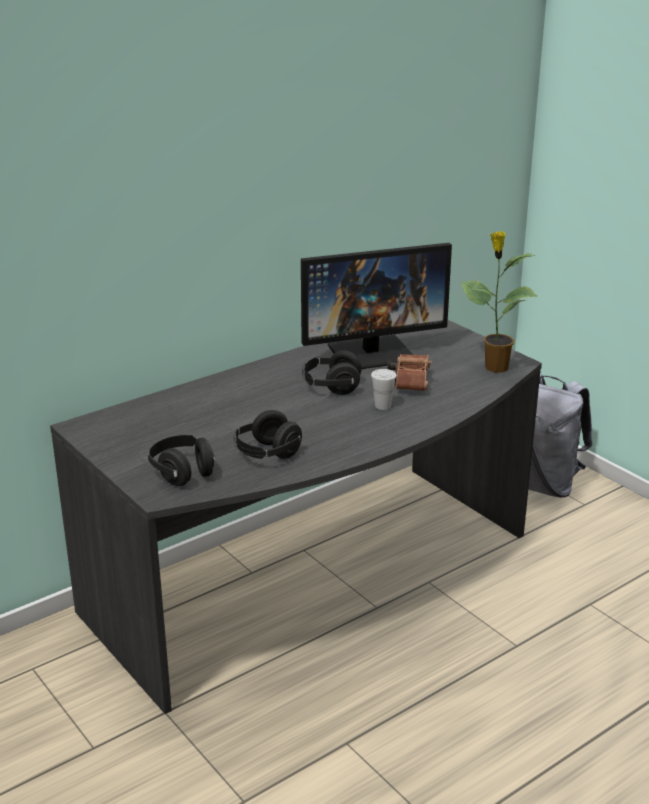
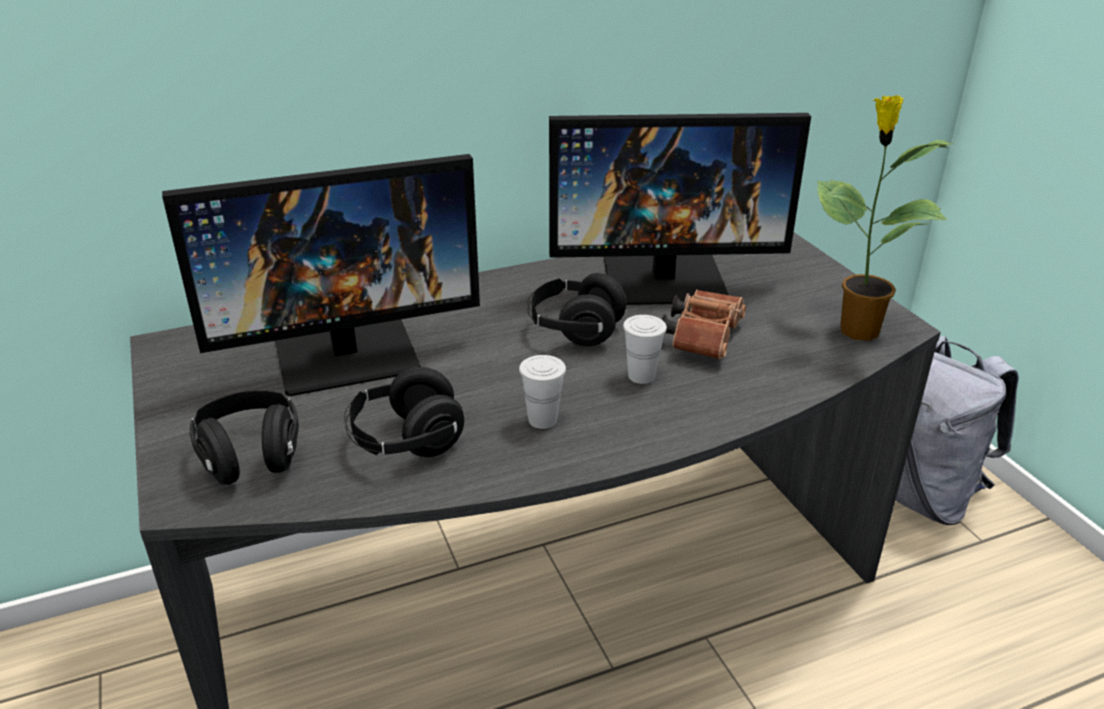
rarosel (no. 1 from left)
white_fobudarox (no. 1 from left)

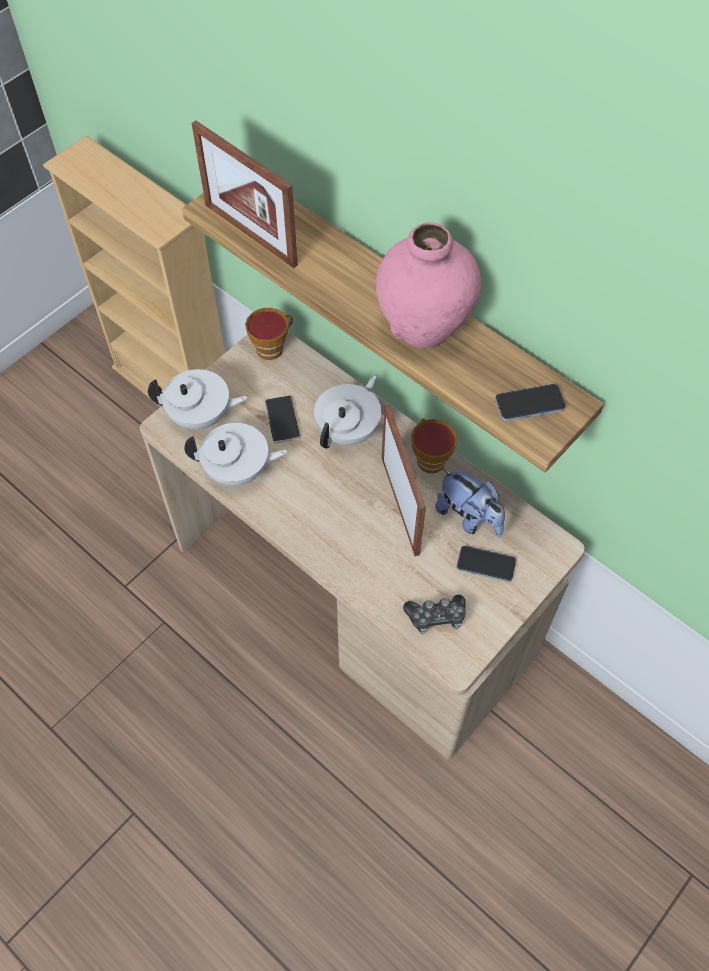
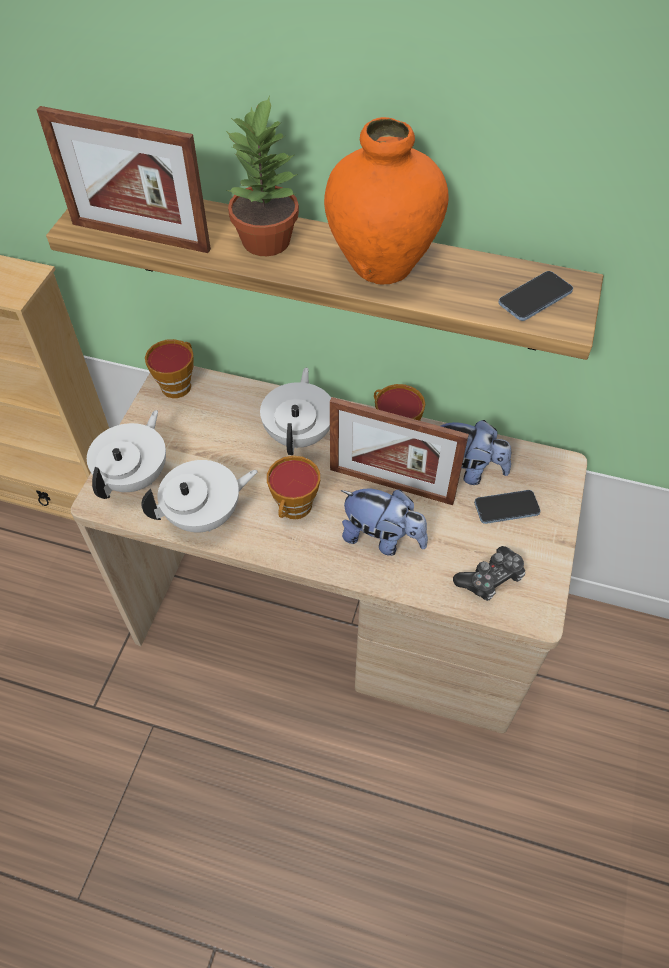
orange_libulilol
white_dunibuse (no. 1 from left)
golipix (no. 1 from left in the first image)
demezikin (no. 2 from left)
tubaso
fobudarox (no. 2 from left)
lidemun (no. 1 from left)

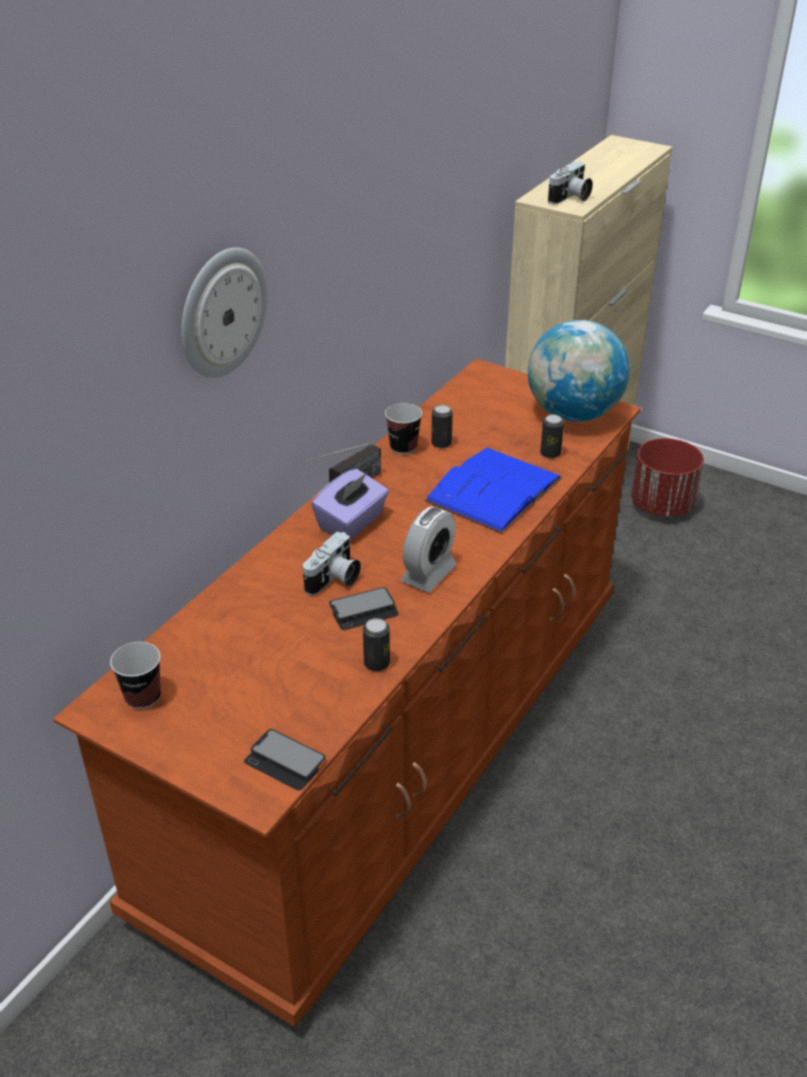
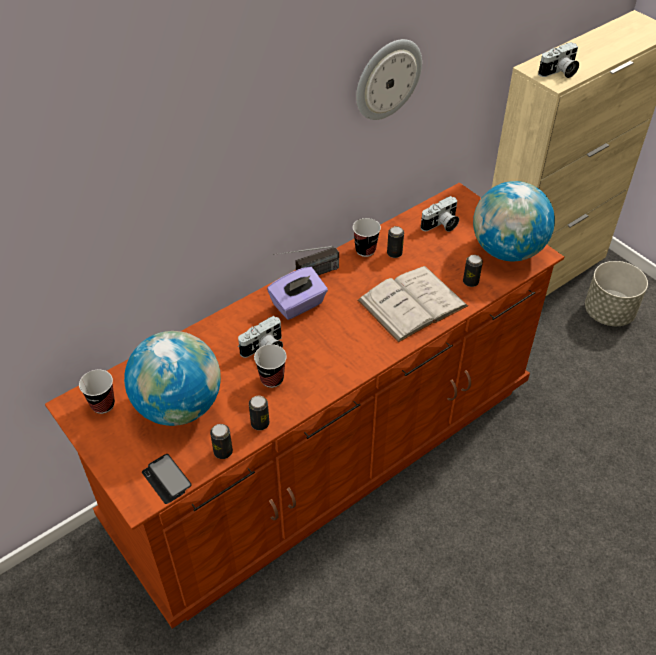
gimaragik
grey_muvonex
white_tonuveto
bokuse
fobudarox (no. 2 from left)
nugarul (no. 2 from left)
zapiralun (no. 1 from left)
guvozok (no. 1 from left)

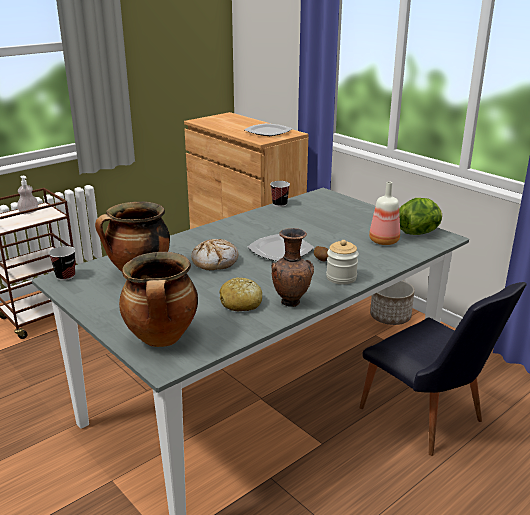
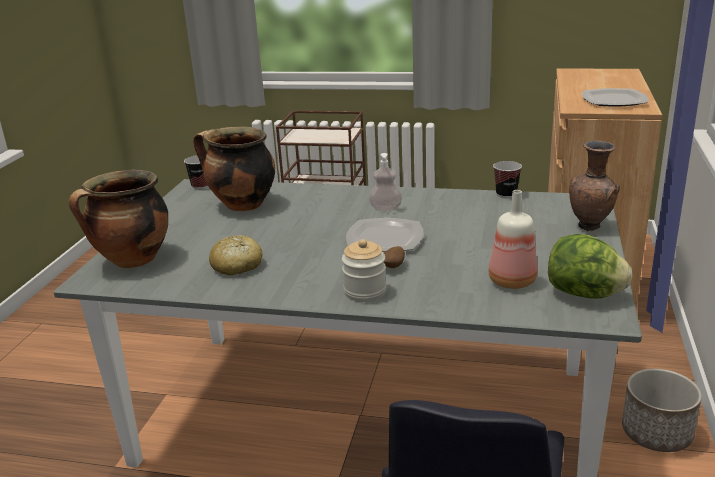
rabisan
brown_libulilol
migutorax (no. 1 from left in the first image)

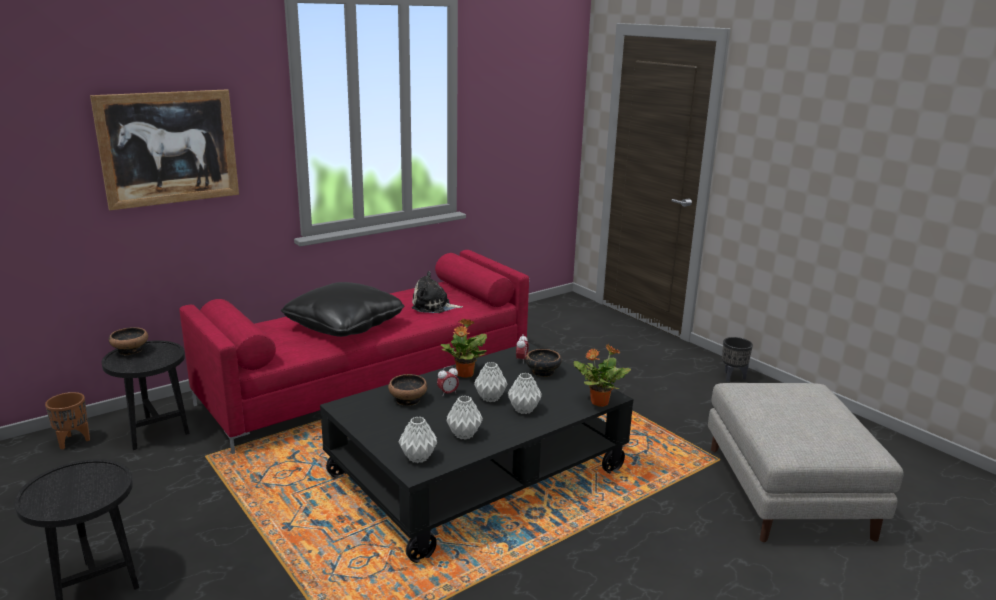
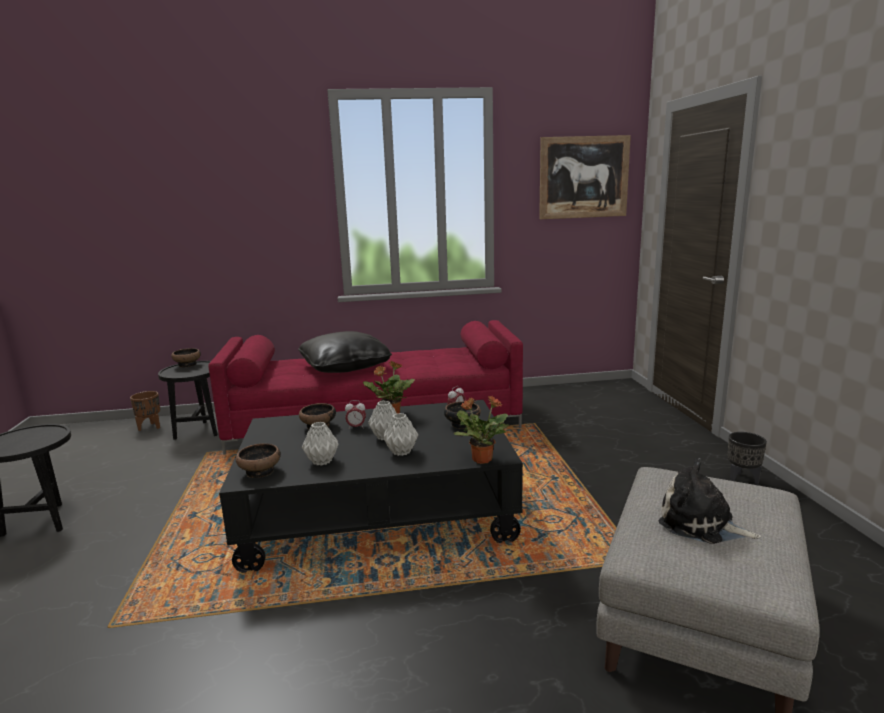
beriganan
lidemun
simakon (no. 2 from left)

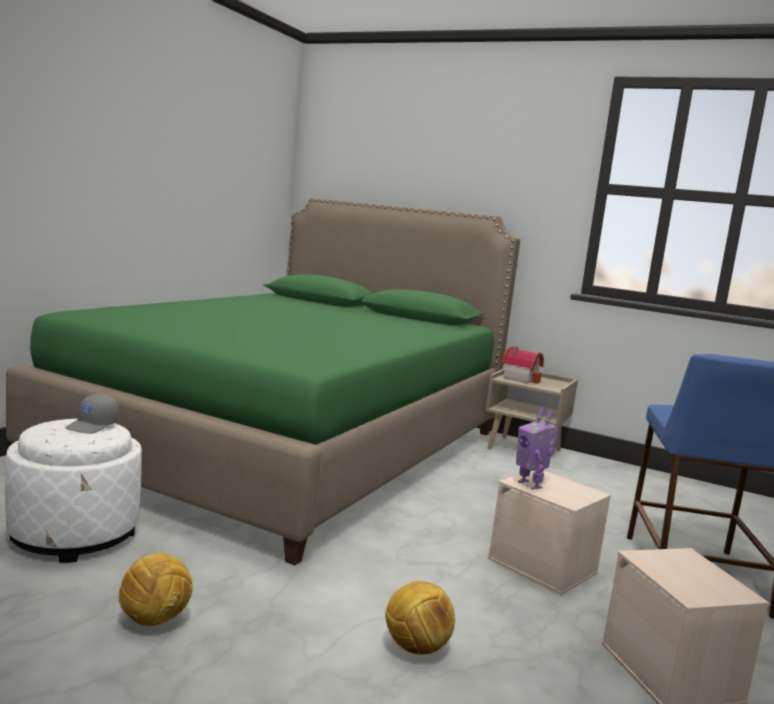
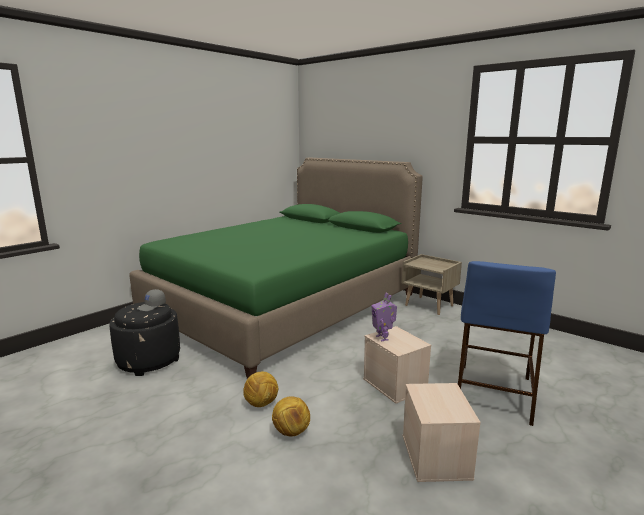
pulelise
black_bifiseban
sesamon (no. 1 from left)

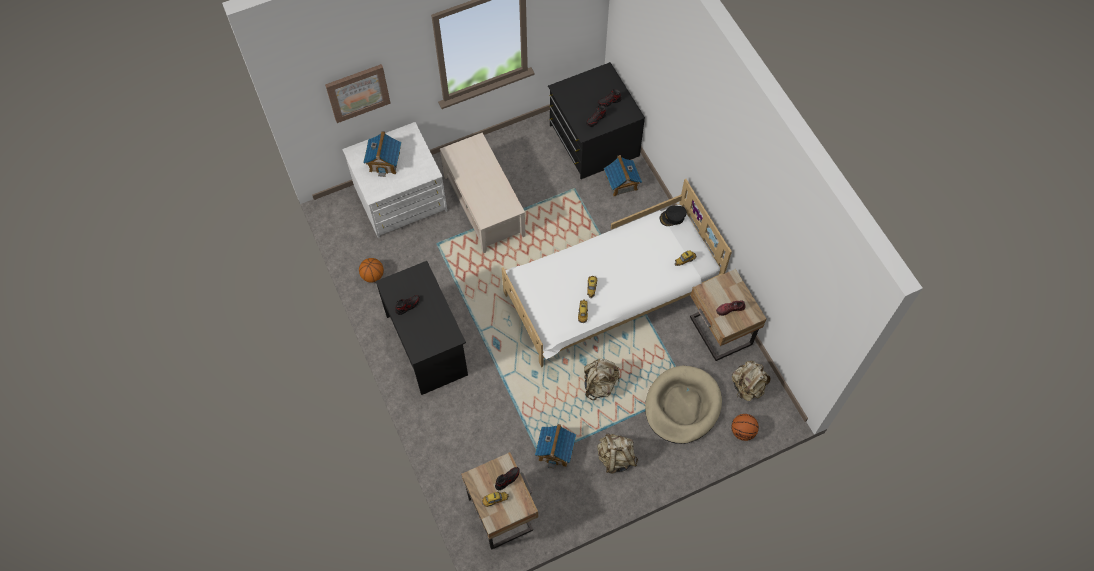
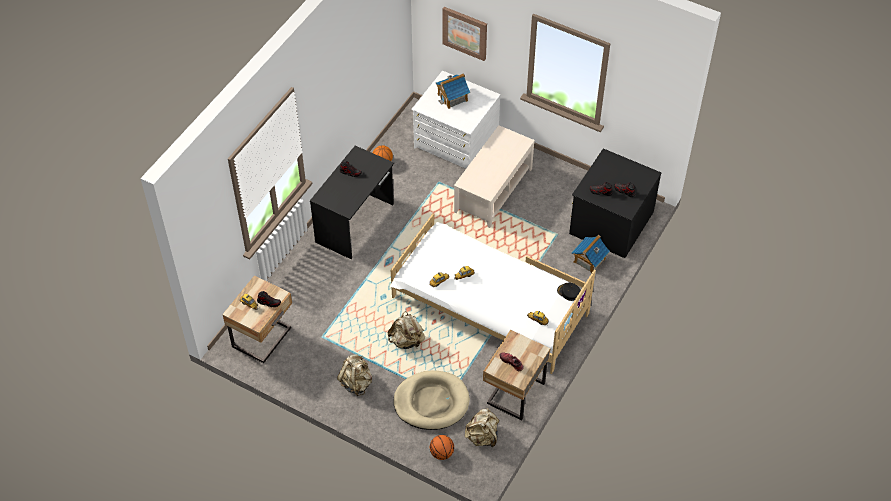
pulelise (no. 2 from left in the first image)

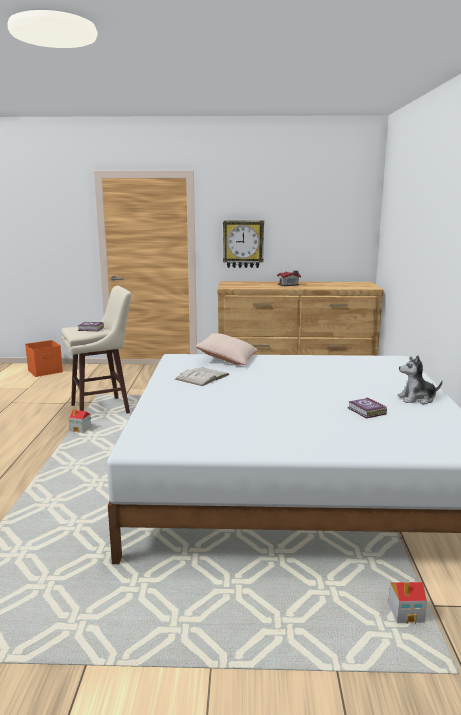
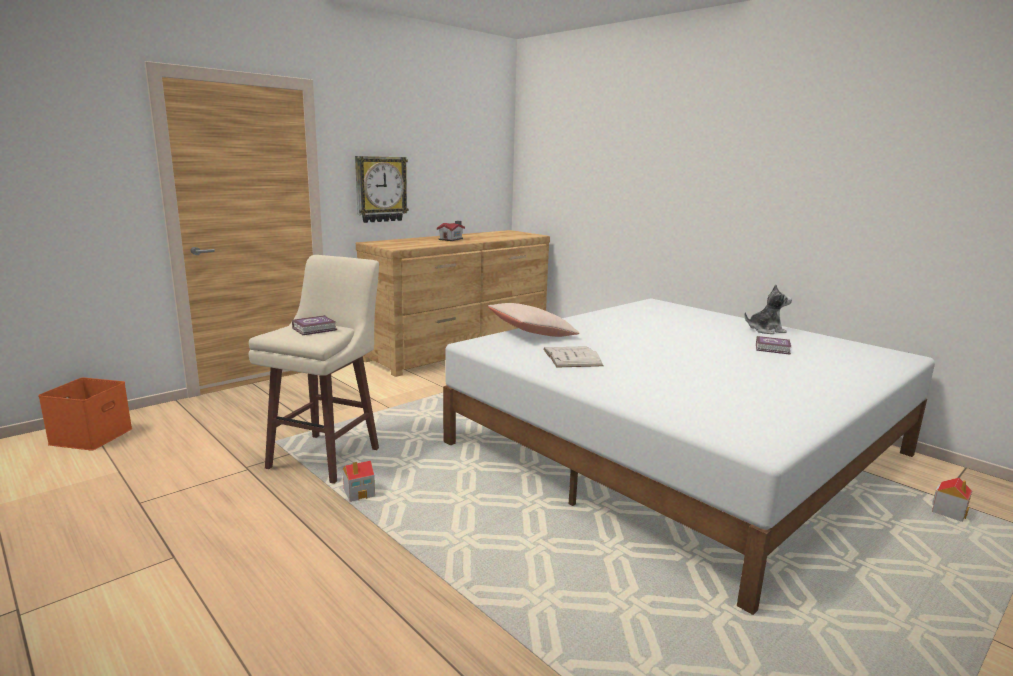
lidemun

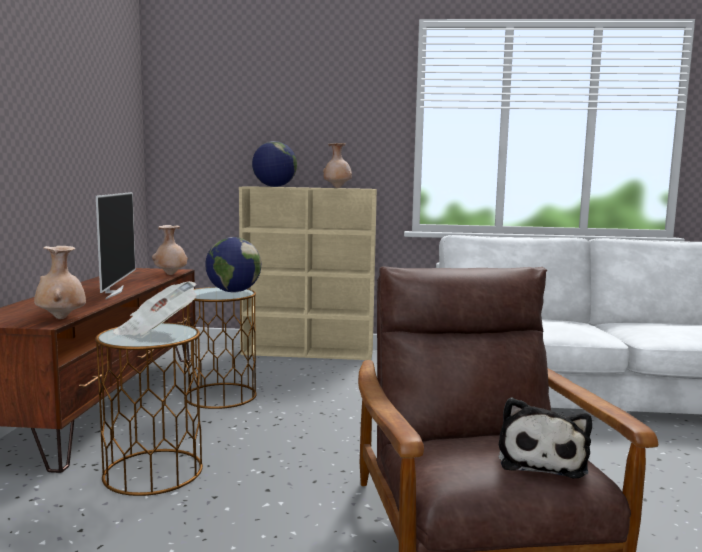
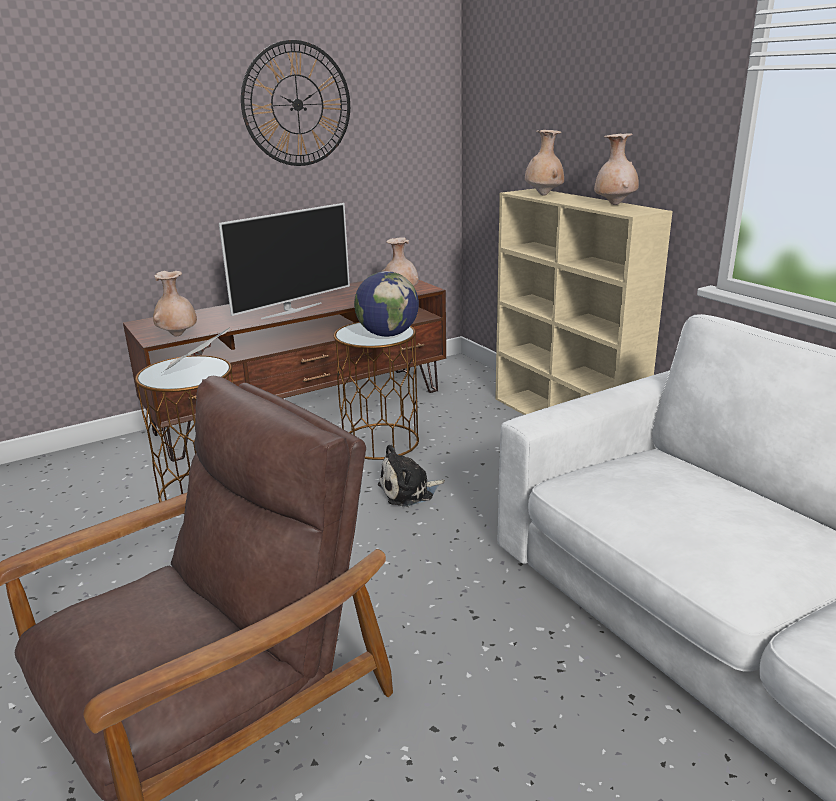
beige_libulilol (no. 3 from left)
lidemun
gimaragik

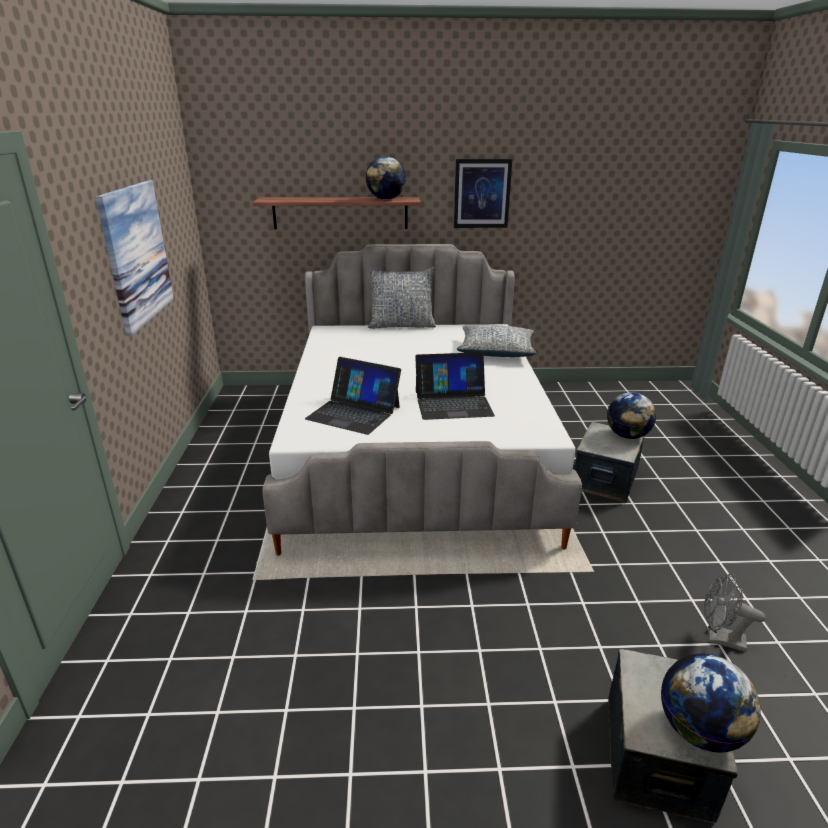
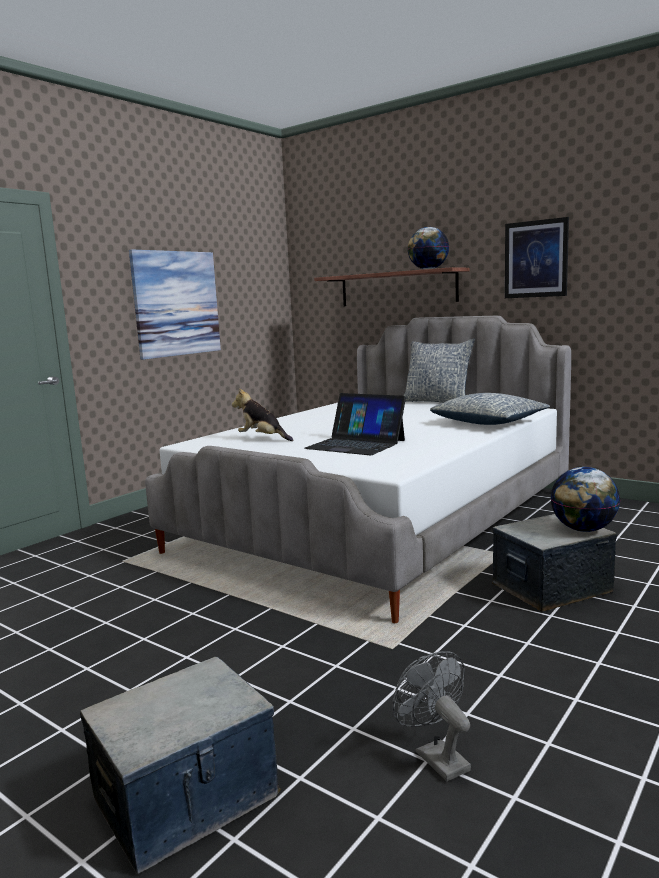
lidemun
zapiralun (no. 3 from left in the first image)

